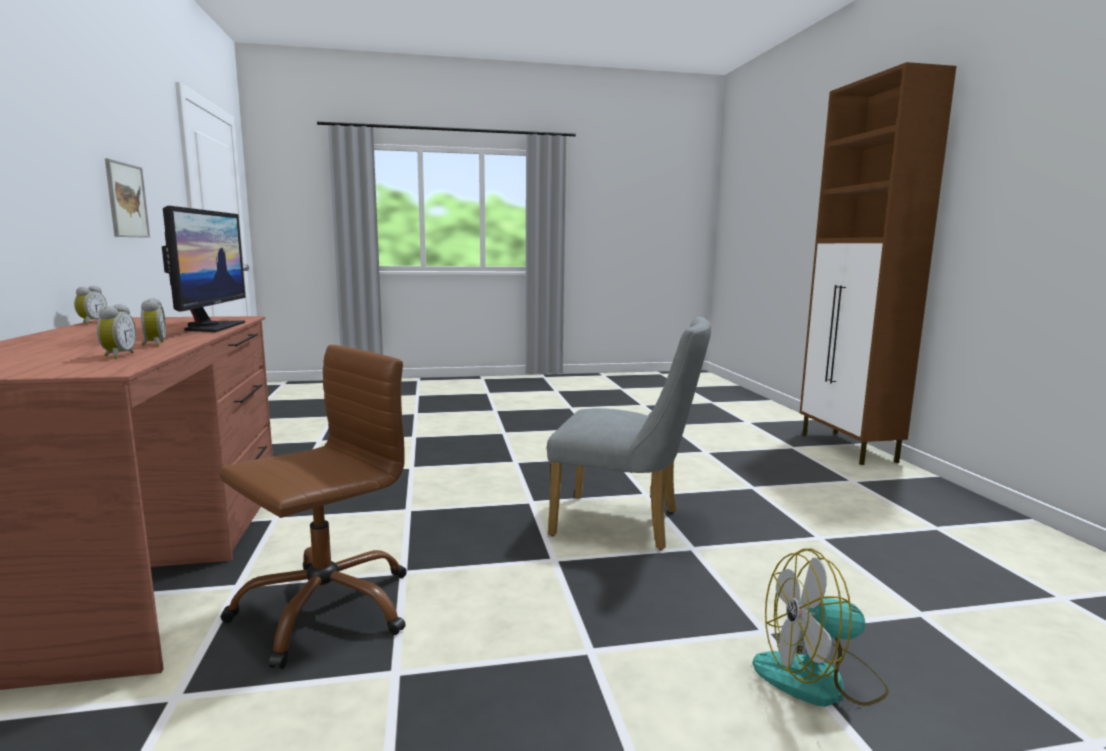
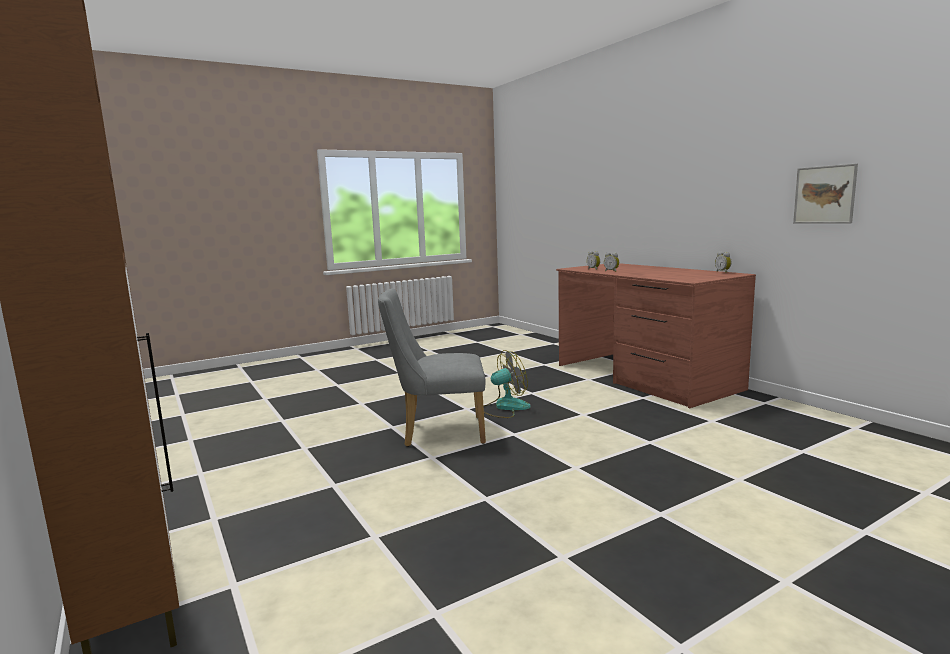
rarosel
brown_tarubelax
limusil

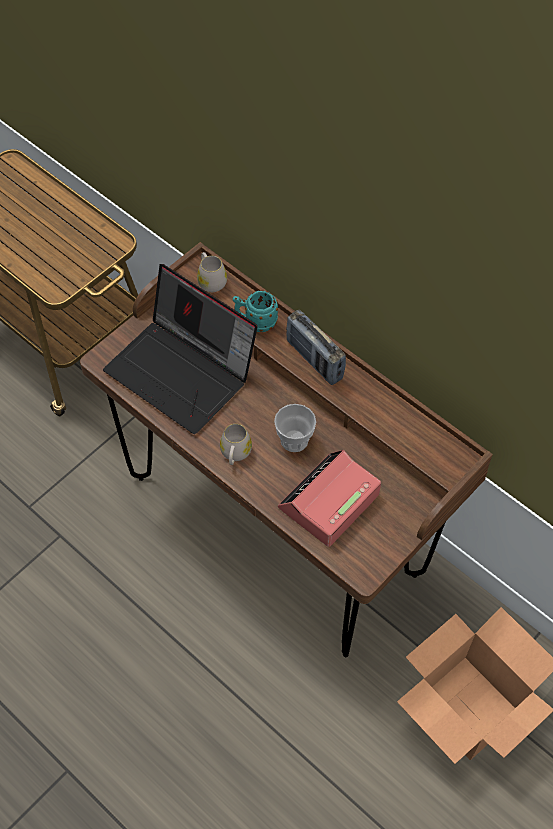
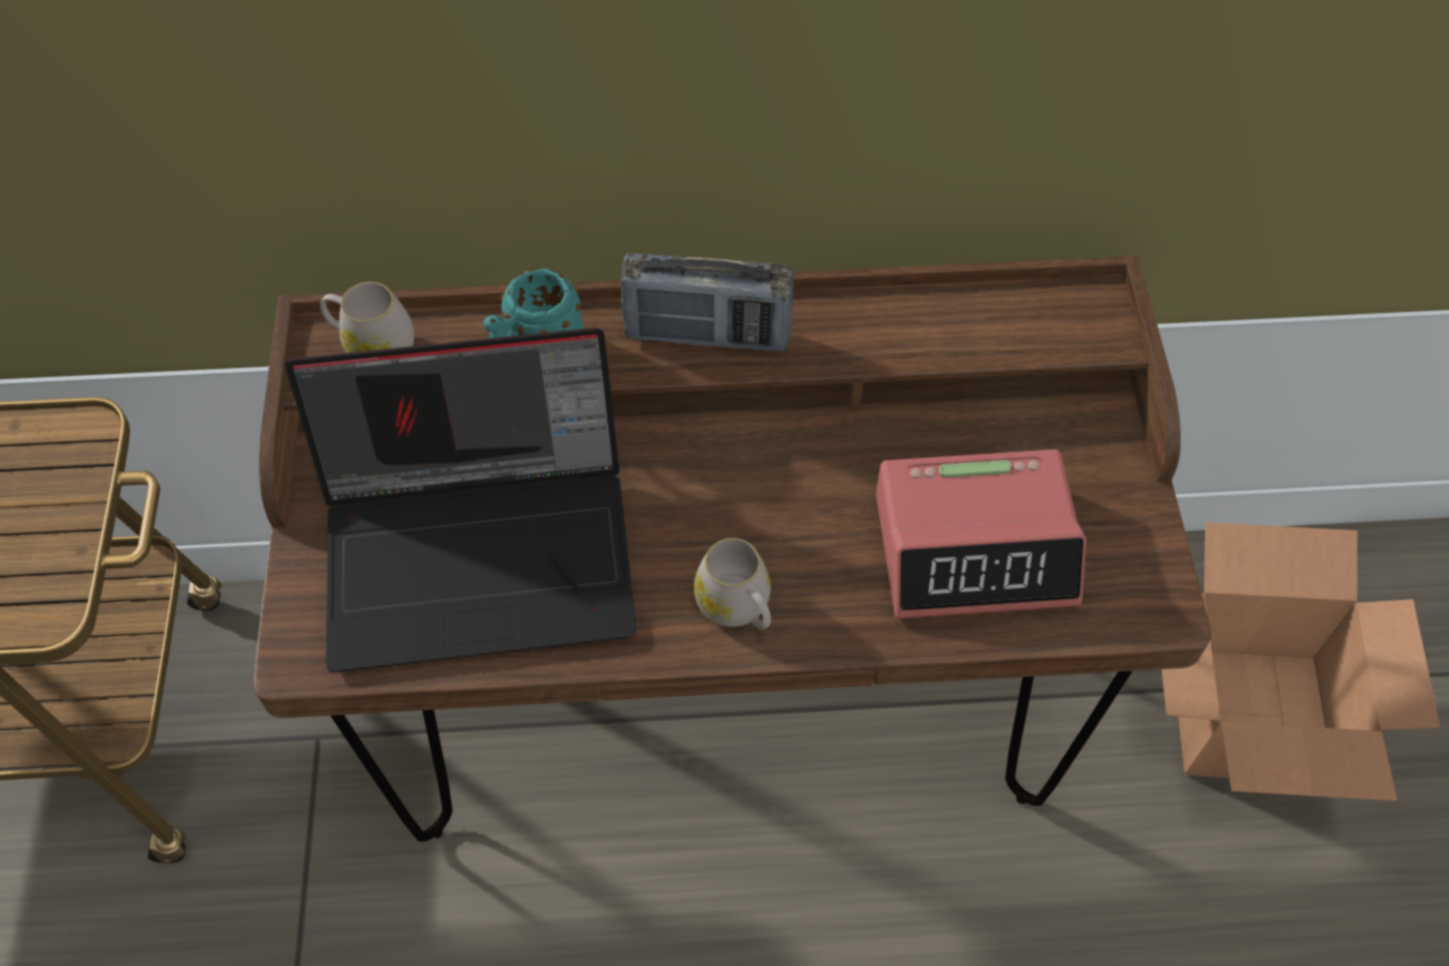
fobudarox
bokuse

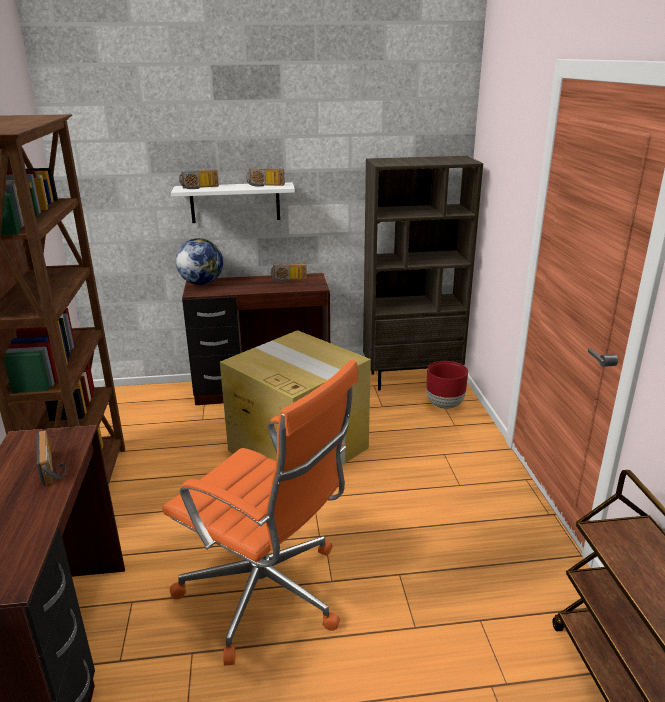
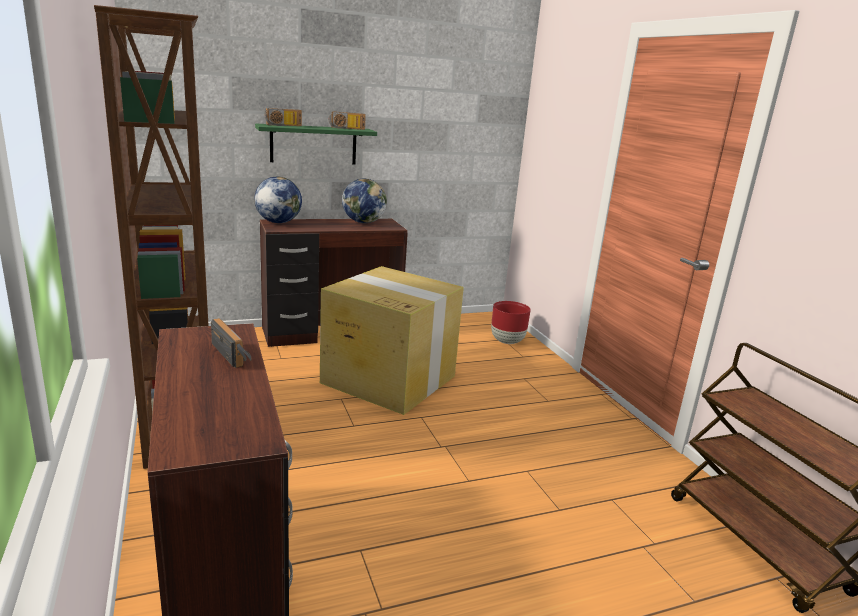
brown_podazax (no. 2 from left in the first image)
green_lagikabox
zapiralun (no. 2 from left)
orange_tarubelax

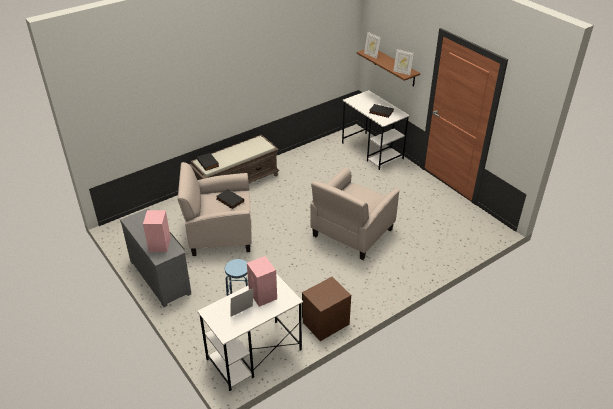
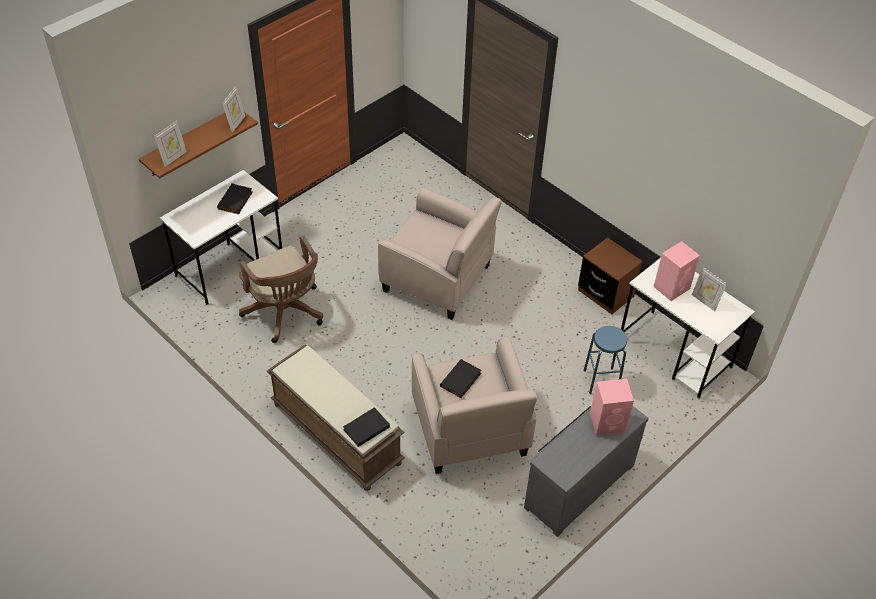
brown_tarubelax

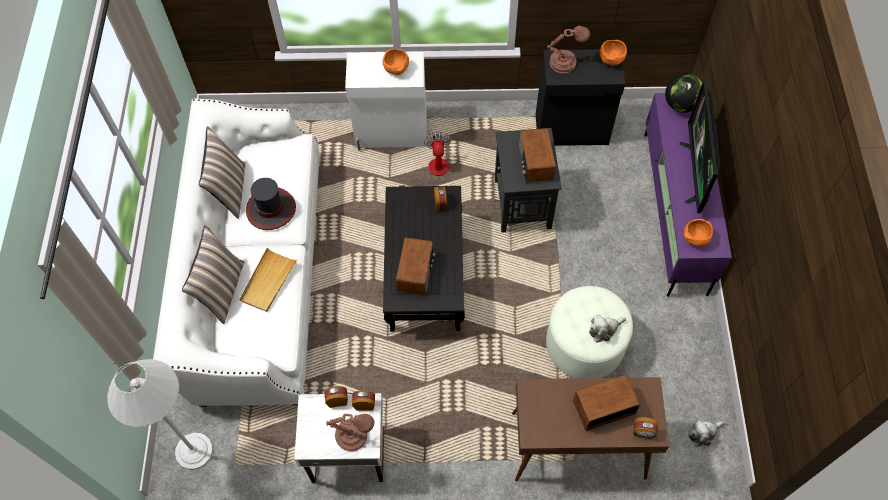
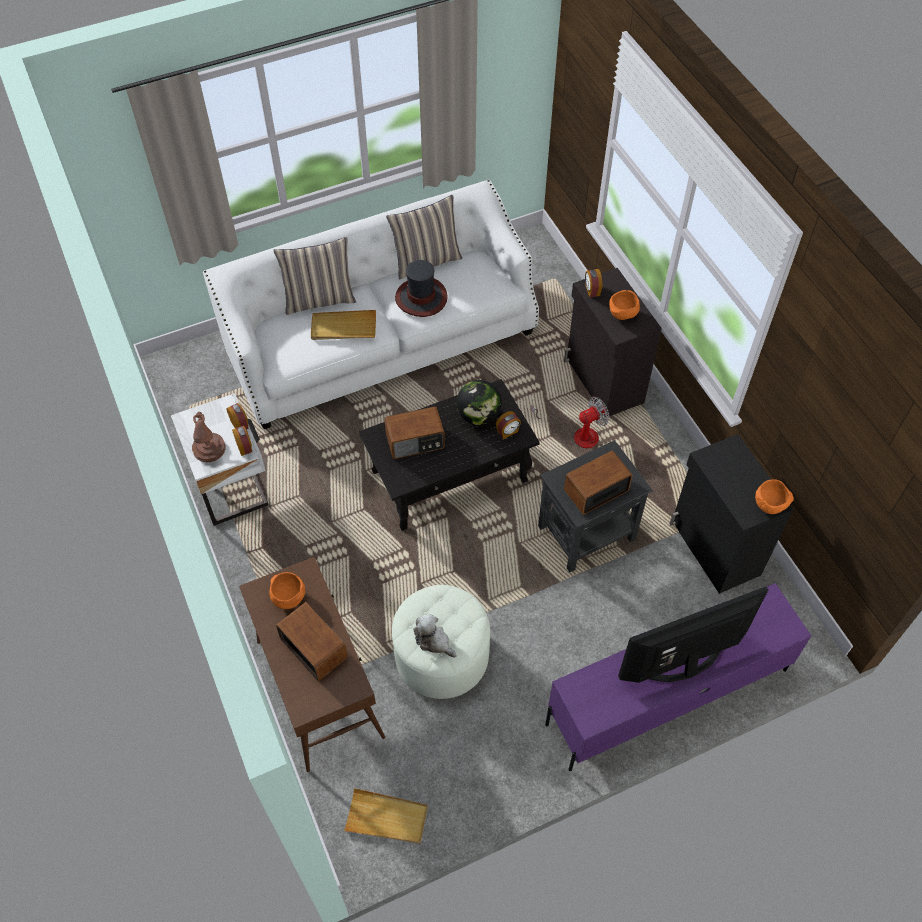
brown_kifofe (no. 2 from left in the first image)
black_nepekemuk (no. 1 from left)
zapiralun
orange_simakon (no. 1 from left)
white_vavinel
bokuse (no. 4 from left)
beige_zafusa (no. 2 from left)

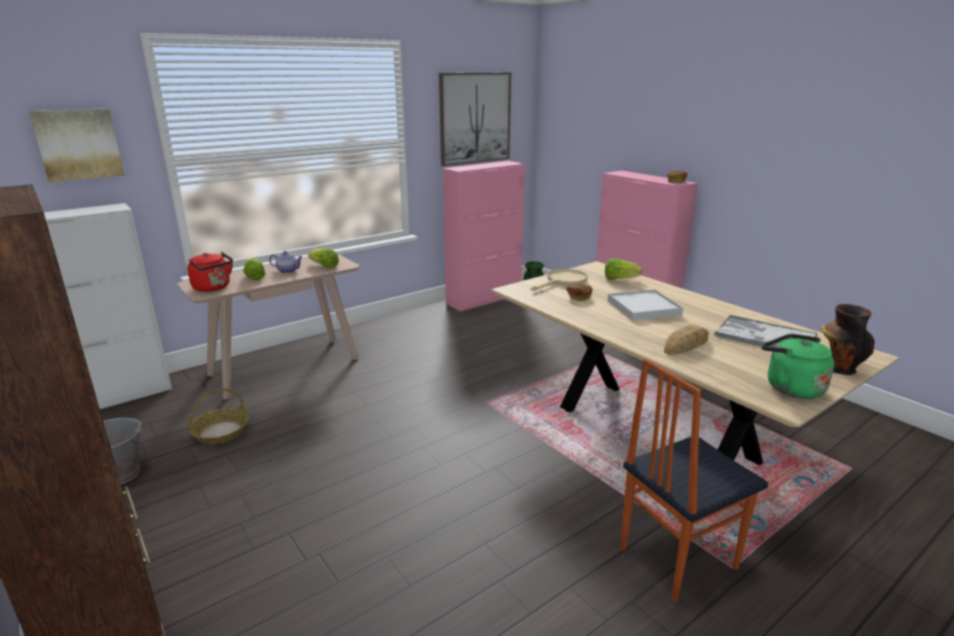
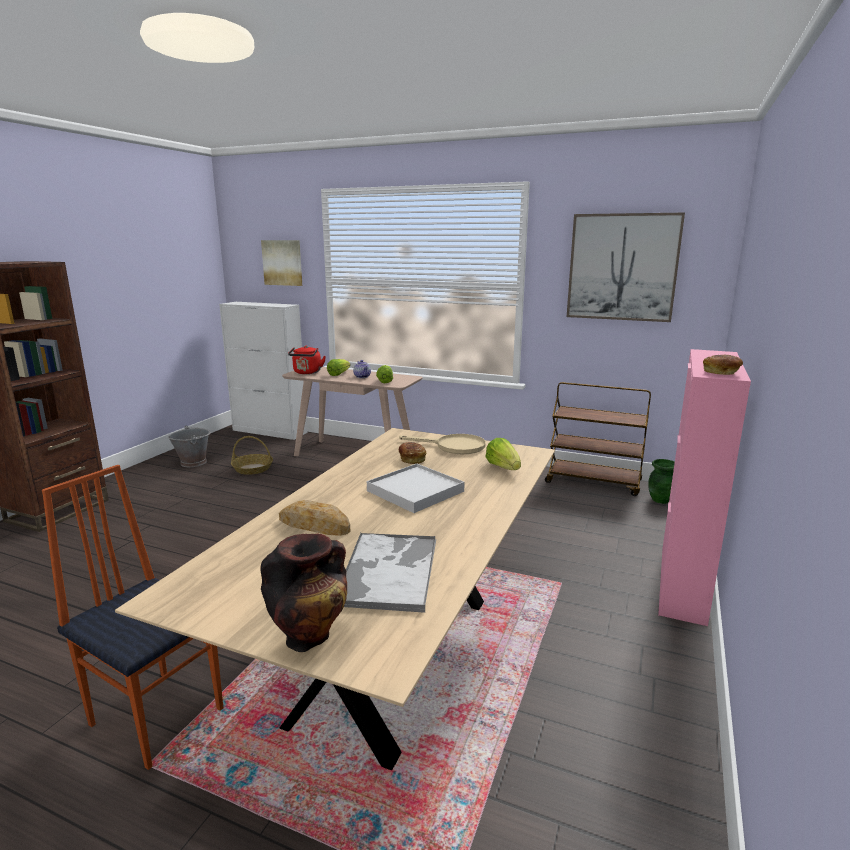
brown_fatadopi
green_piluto

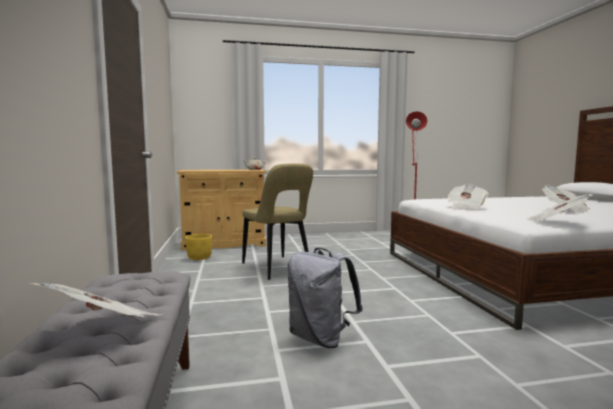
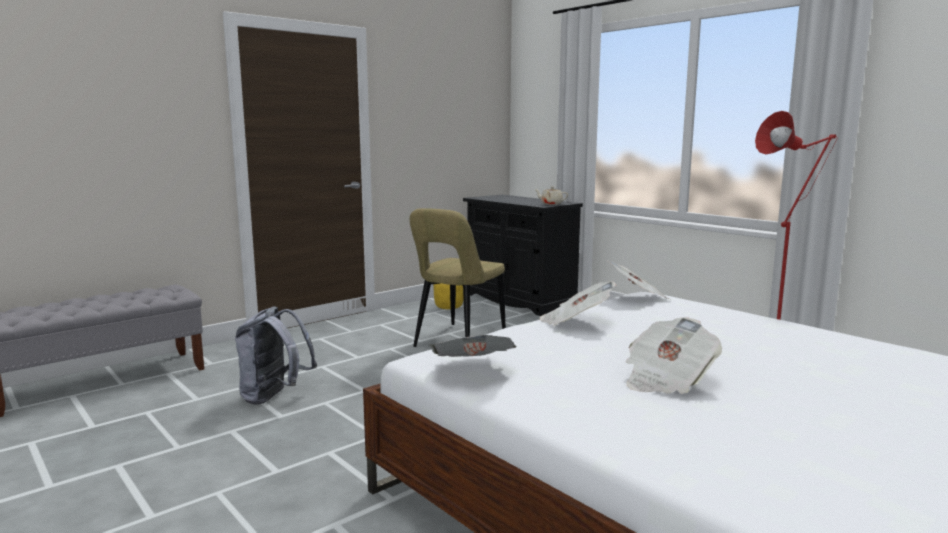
black_nepekemuk
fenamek (no. 3 from left)

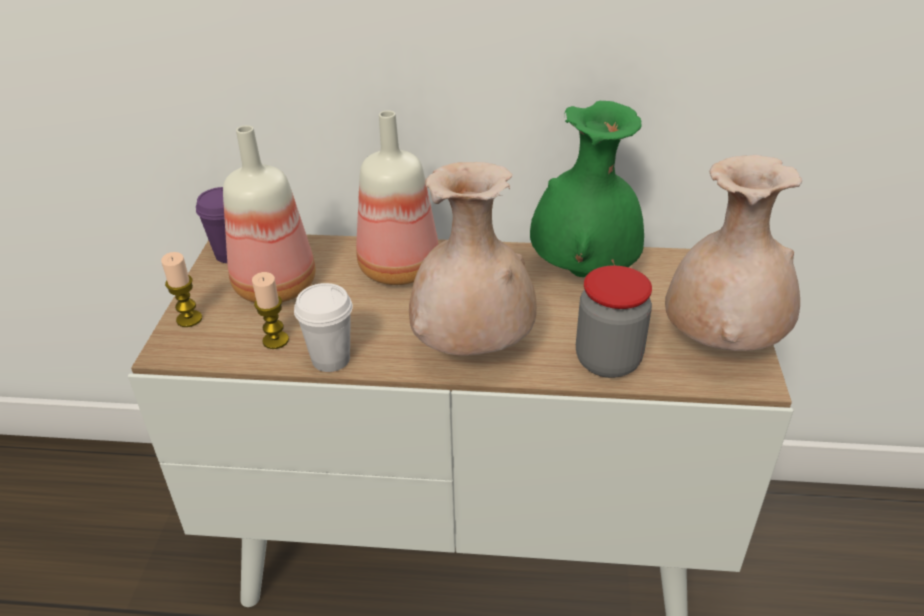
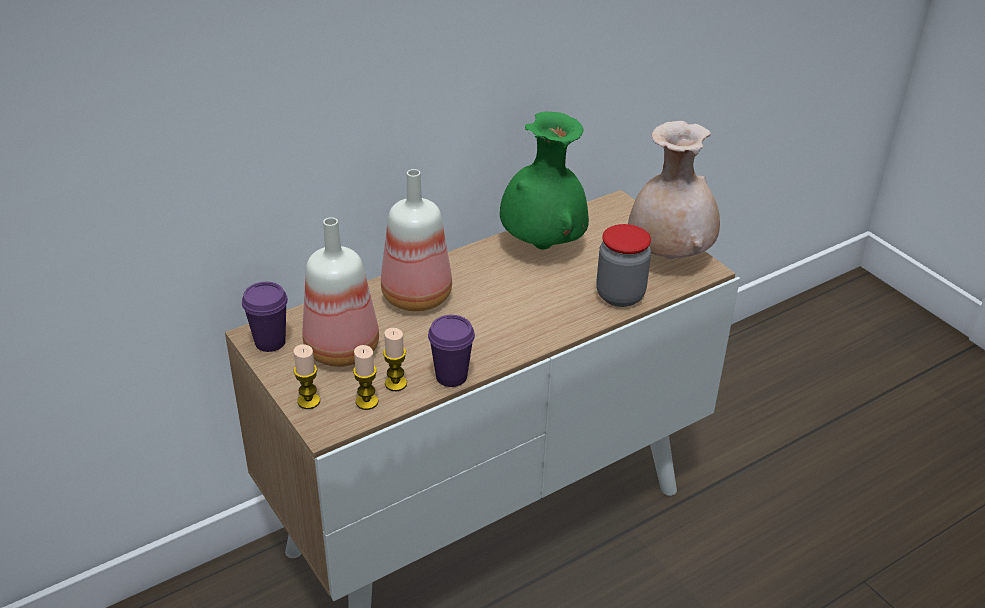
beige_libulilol (no. 1 from left in the first image)
purple_fobudarox (no. 2 from left)
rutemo (no. 2 from left)

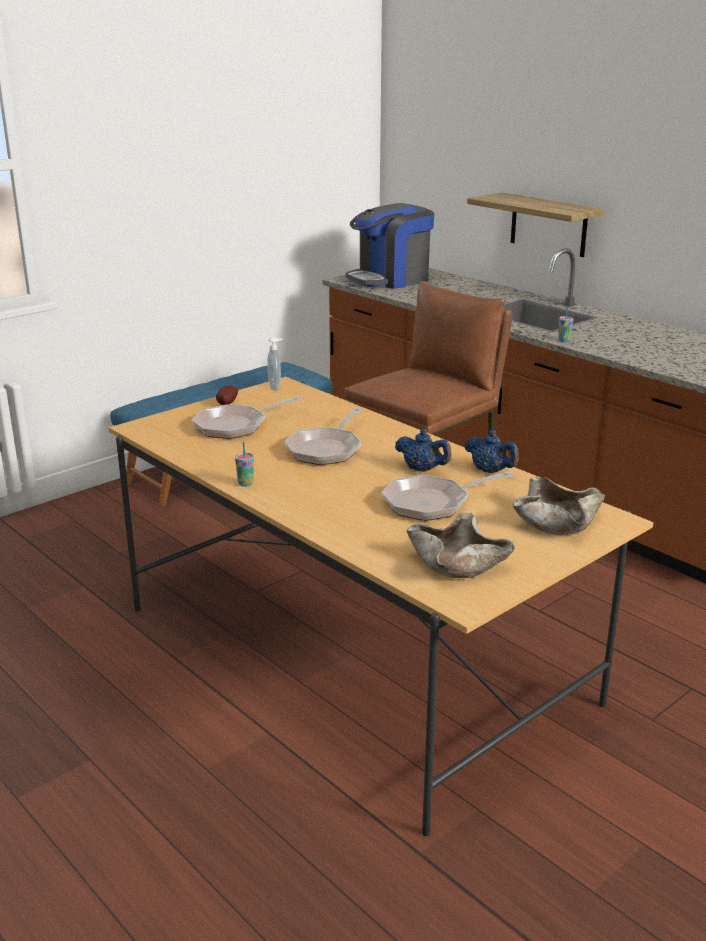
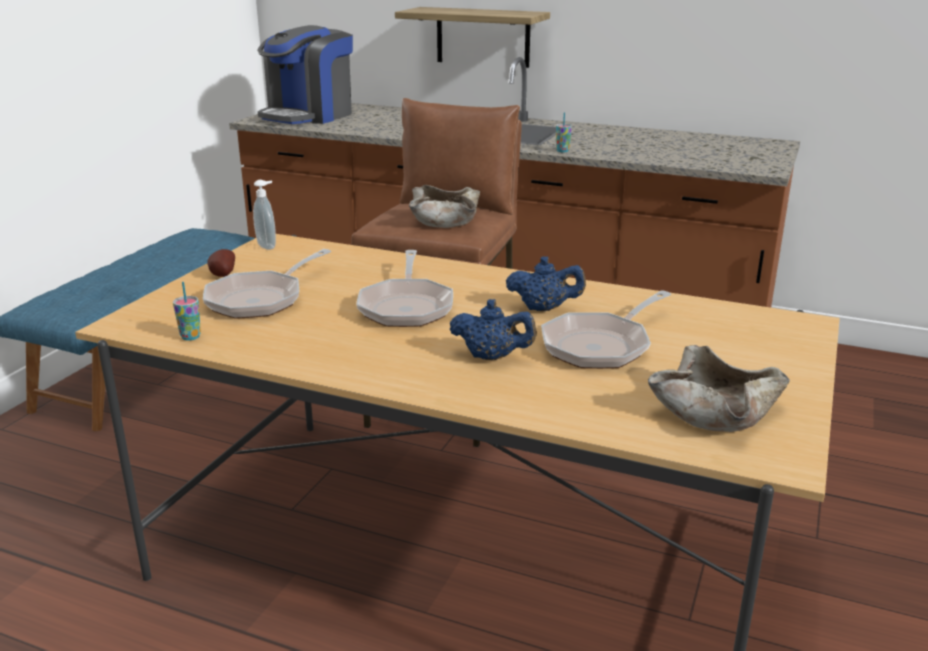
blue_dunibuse (no. 1 from left)
fobudarox (no. 1 from left)
beige_simakon (no. 1 from left)

